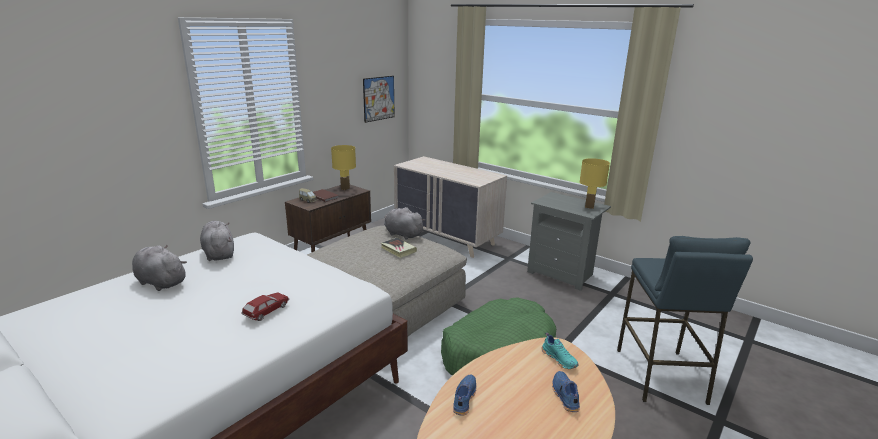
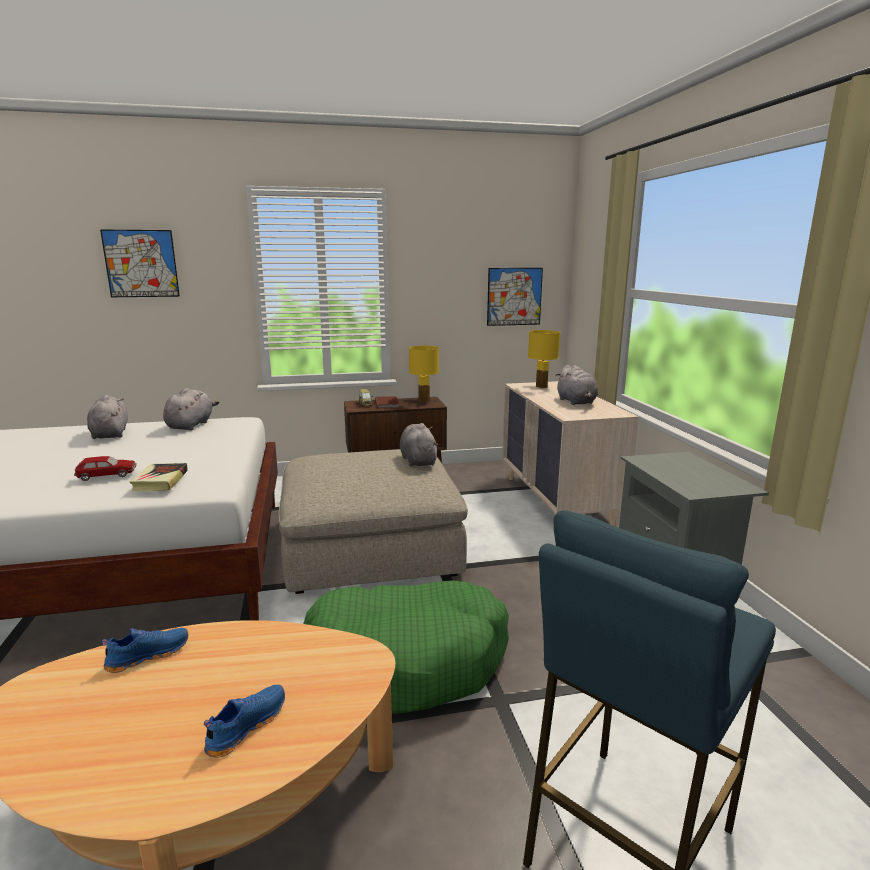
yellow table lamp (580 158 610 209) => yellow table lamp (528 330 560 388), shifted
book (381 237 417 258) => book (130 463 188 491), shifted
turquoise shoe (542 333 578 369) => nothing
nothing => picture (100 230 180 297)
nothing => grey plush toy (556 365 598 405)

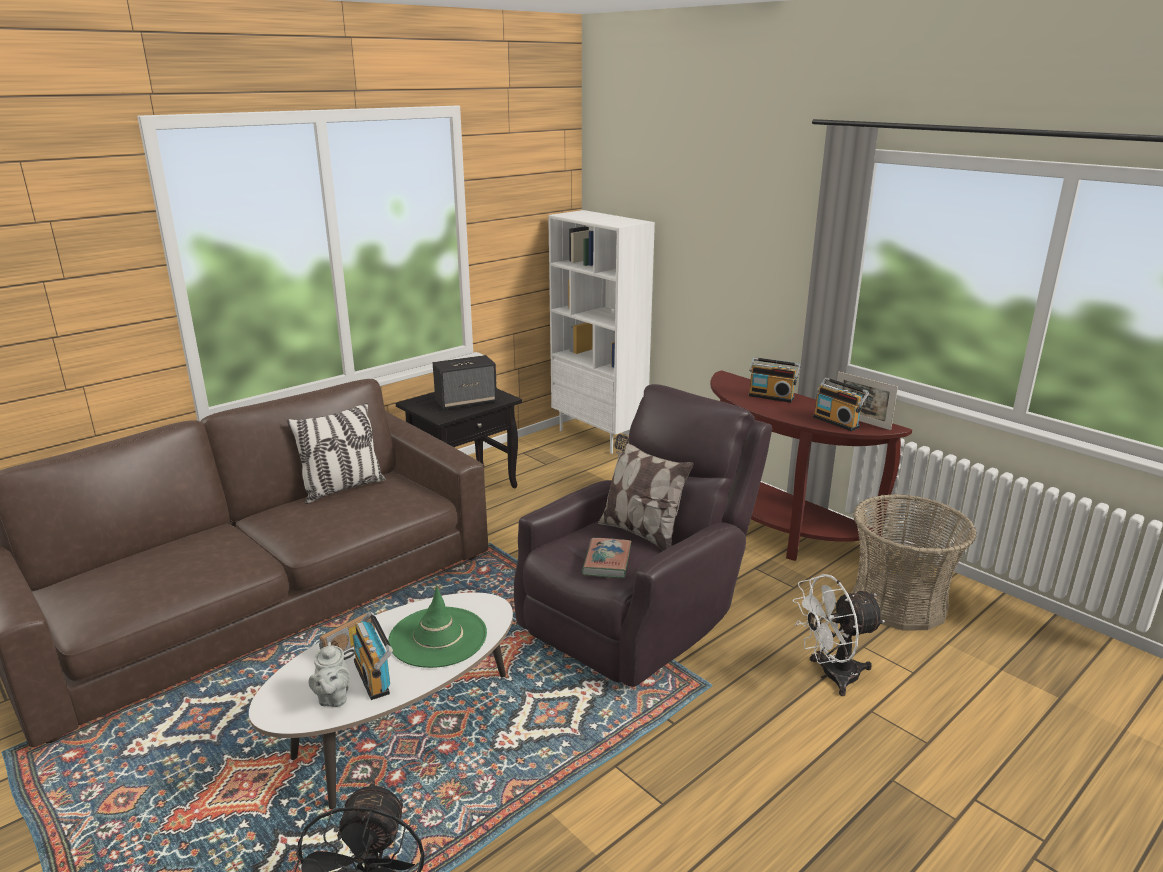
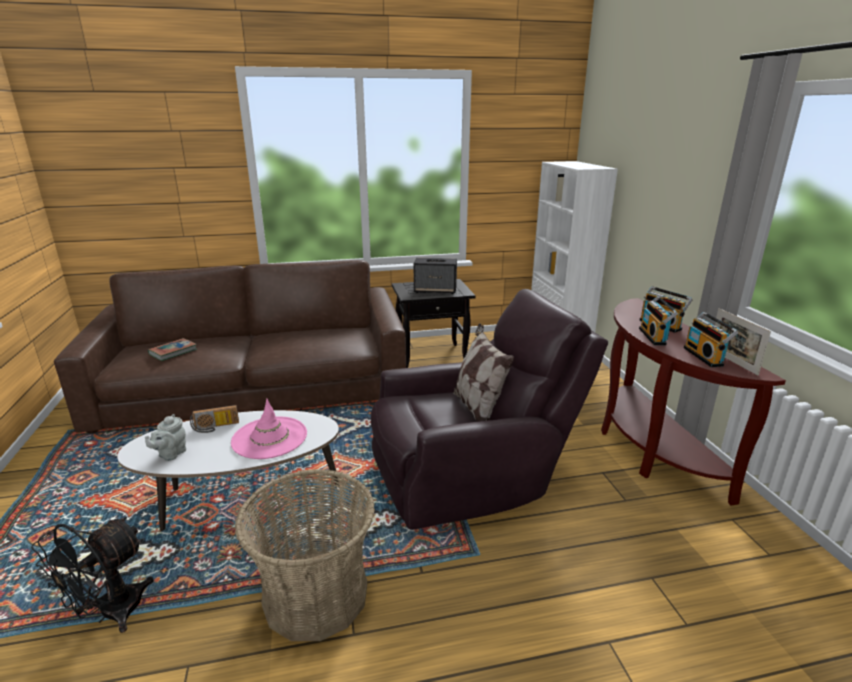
pillow (287 403 386 504) => nothing
basket (852 494 977 630) => basket (235 469 375 641), shifted
book (582 538 631 578) => book (148 338 197 361), shifted
white fan (792 574 885 696) => nothing
green hat (388 586 487 668) => pink hat (231 399 307 459)
radio (353 611 393 700) => radio (639 296 678 345), shifted

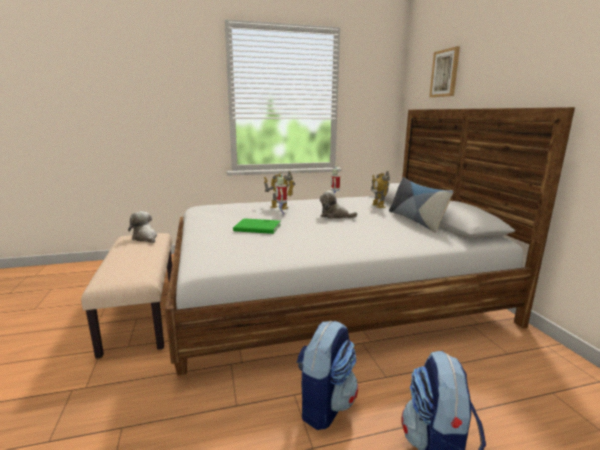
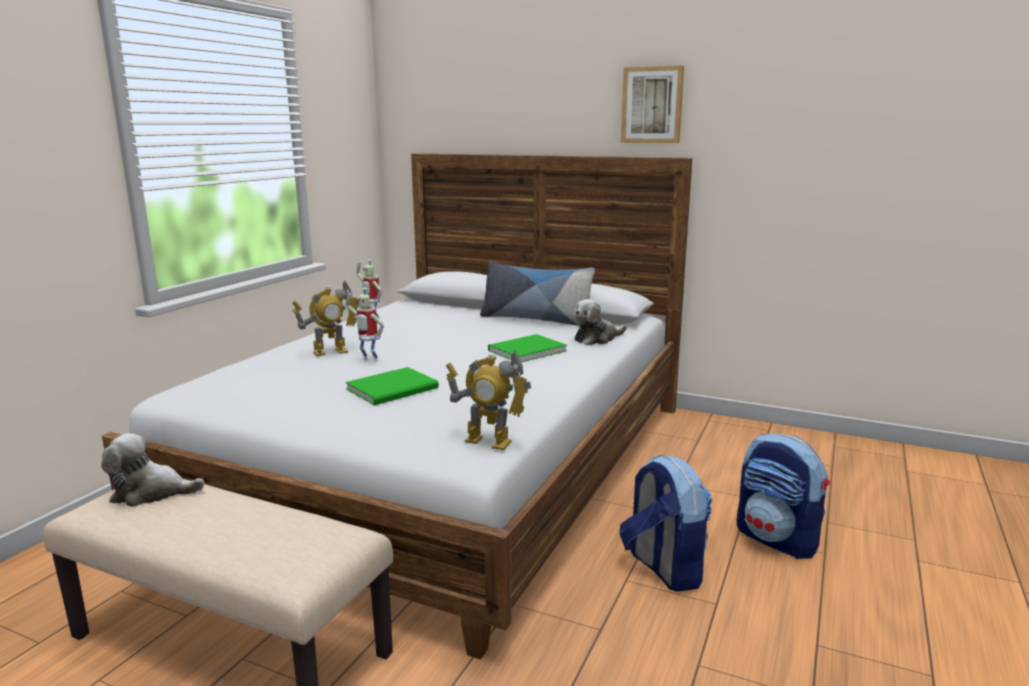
picture (429 46 460 97) => picture (621 66 684 143), shifted
toy robot (371 171 390 208) => toy robot (446 350 531 450), shifted
plush toy (320 190 357 219) => plush toy (574 299 626 345), shifted
nothing => green book (488 334 567 362)

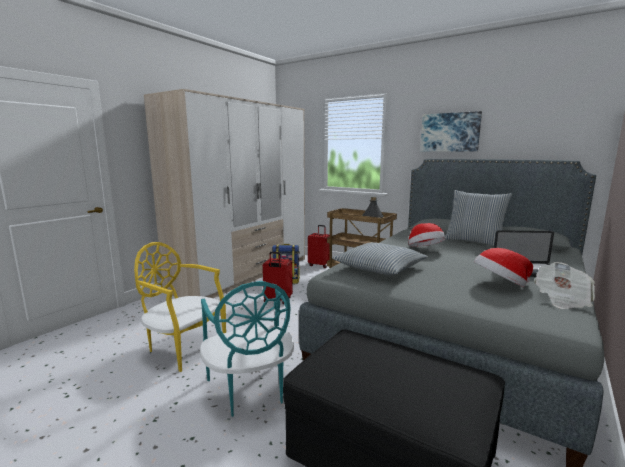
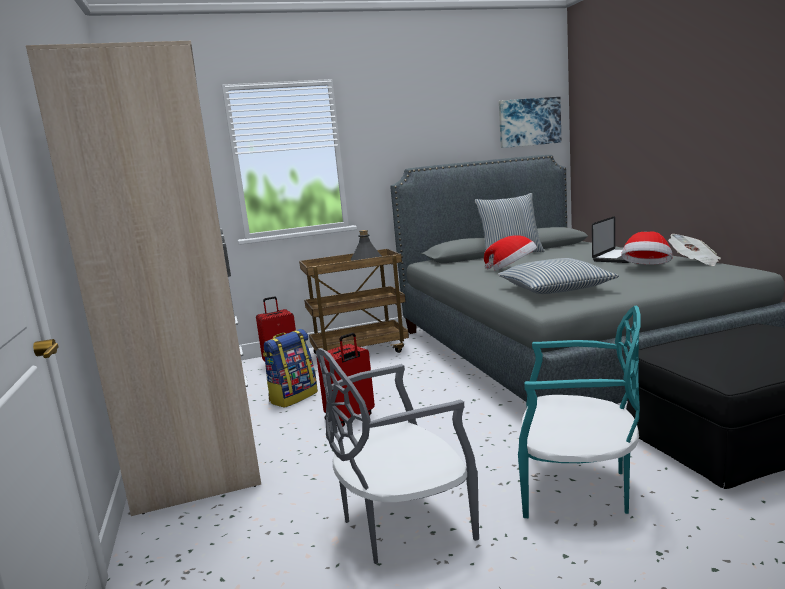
picture (420 111 482 151) => picture (499 97 561 148), shifted
yellow chair (134 242 226 372) => grey chair (316 348 479 564)

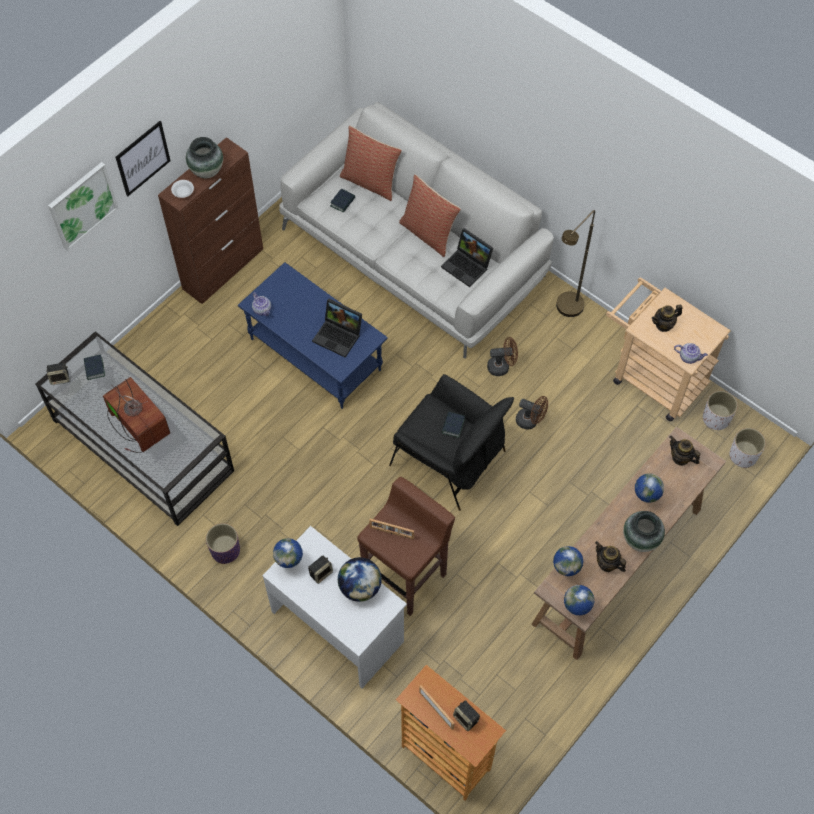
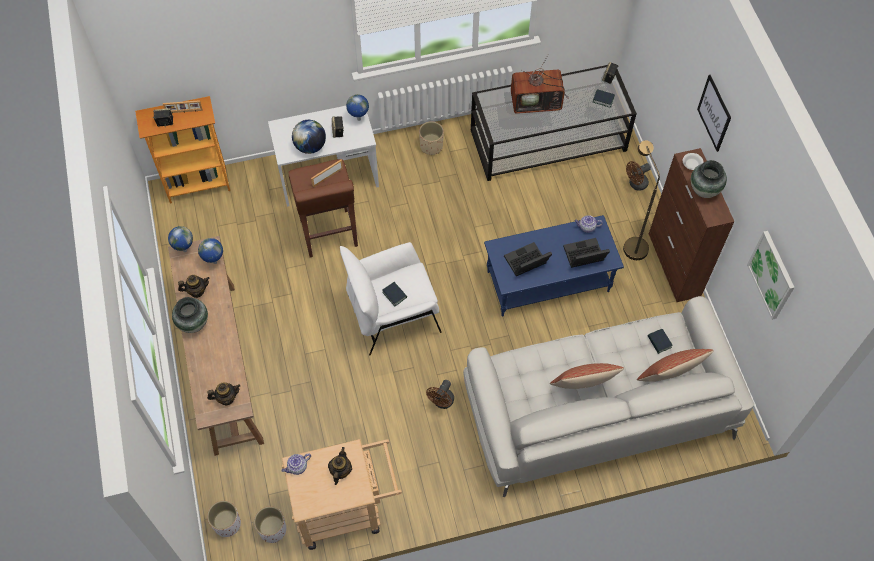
picture (48 162 119 251) => picture (747 231 795 320), shifted
brown floor lamp (556 210 595 317) => brown floor lamp (623 140 660 260), shifted
laptop (441 228 493 287) => laptop (563 238 610 268), shifted
black armchair (389 374 514 511) => white armchair (340 242 442 355)
brown fan (516 396 548 430) => brown fan (626 161 651 191), shifted
globe (635 473 664 503) => nothing
purple planter (206 523 240 564) => beige planter (419 121 444 155)

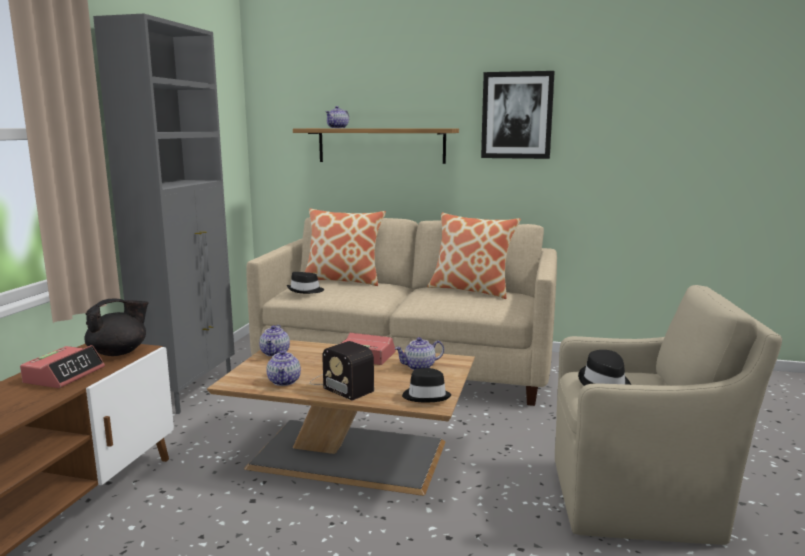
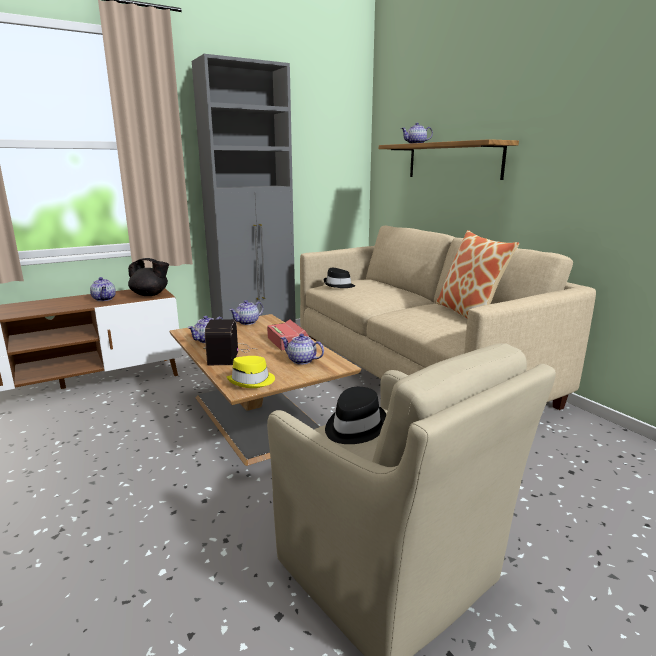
picture (481 71 555 159) => nothing
pillow (305 208 386 286) => nothing
alarm clock (20 345 105 388) => teapot (90 277 116 301)
black hat (402 368 451 402) => yellow hat (227 356 275 388)

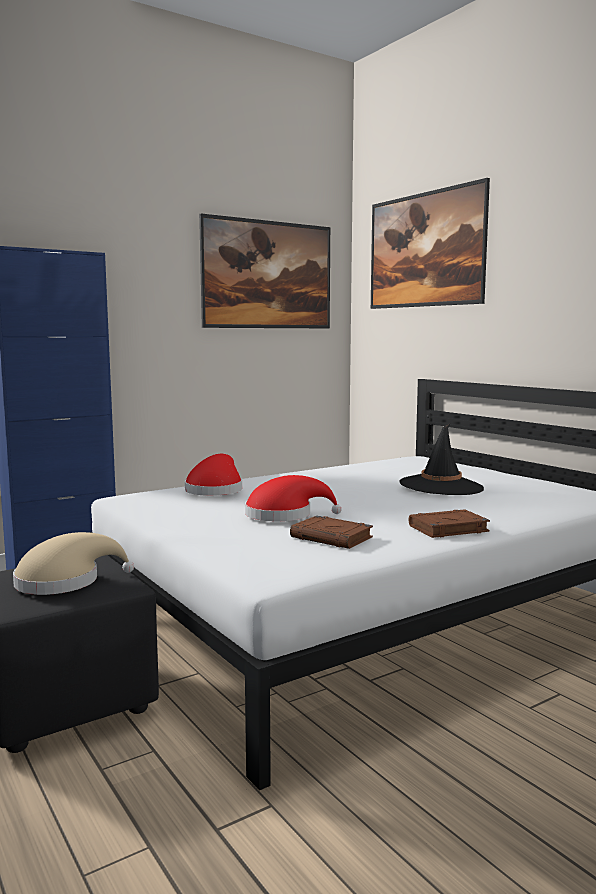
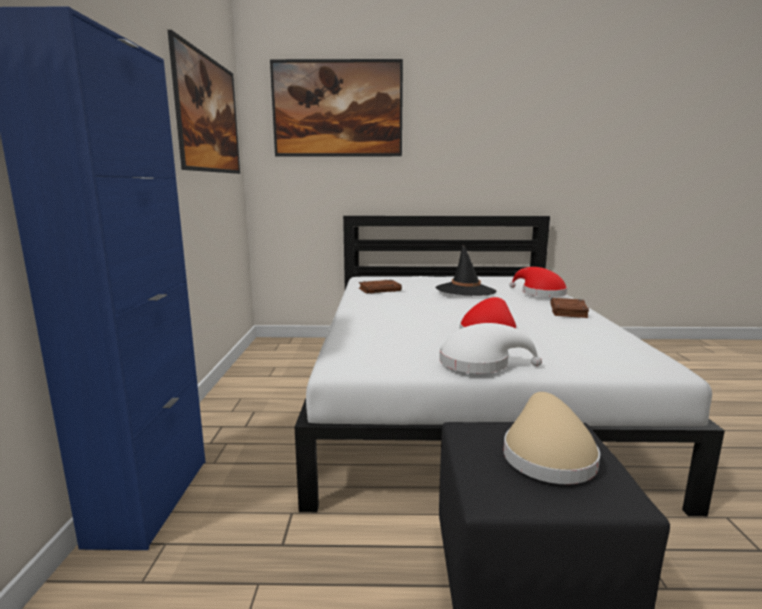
red hat (185 454 242 496) => red hat (509 267 567 297), shifted
brown book (290 516 373 549) => brown book (359 280 402 294), shifted
nothing => white hat (439 323 542 373)

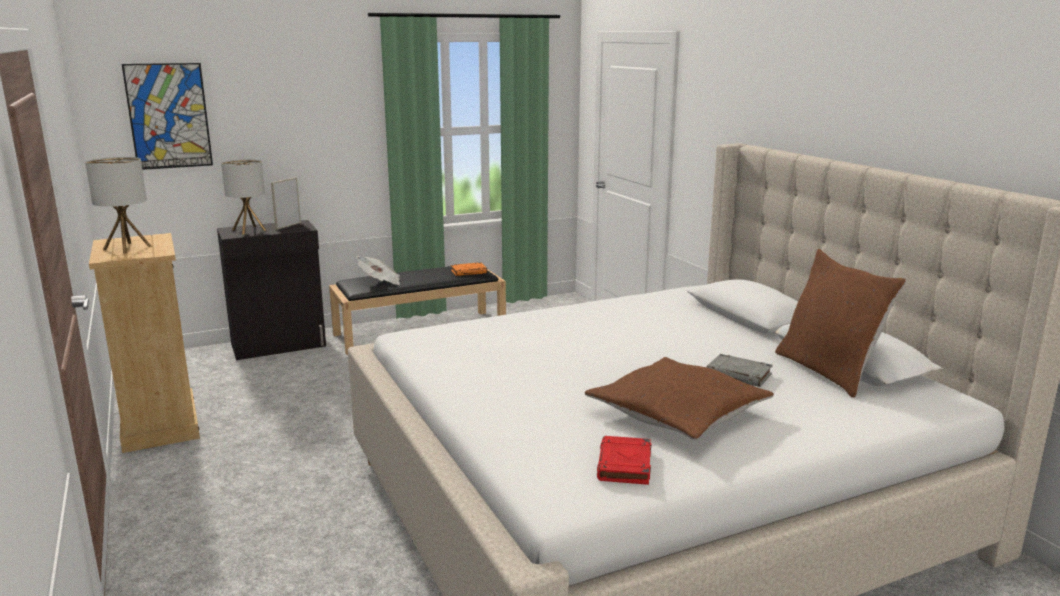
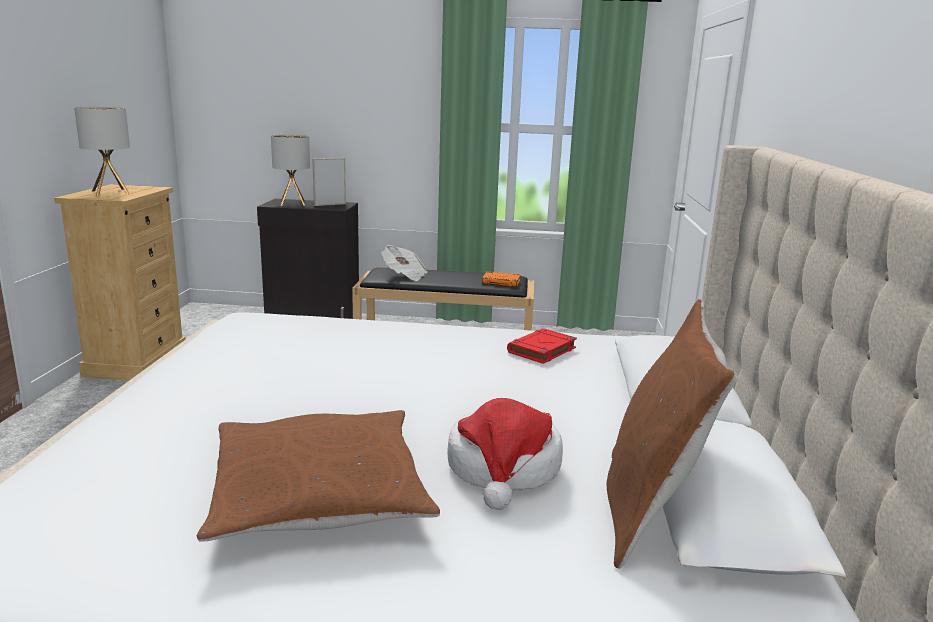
picture (122 63 213 170) => nothing
grey book (707 354 773 387) => hat (447 398 563 510)
red book (597 436 651 485) => red book (507 328 577 364), shifted

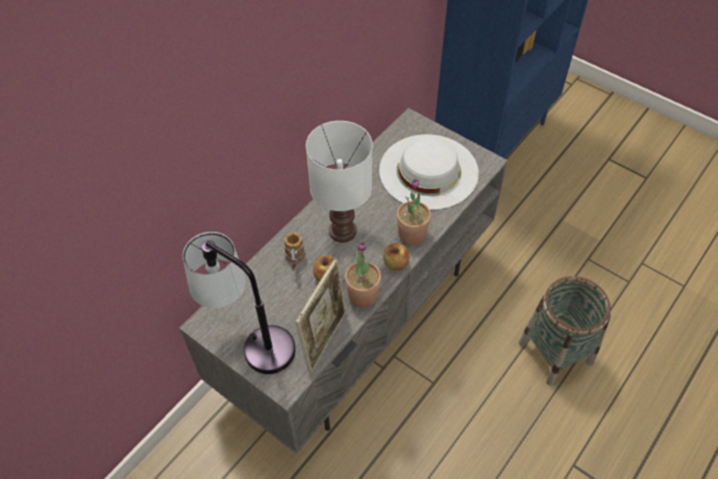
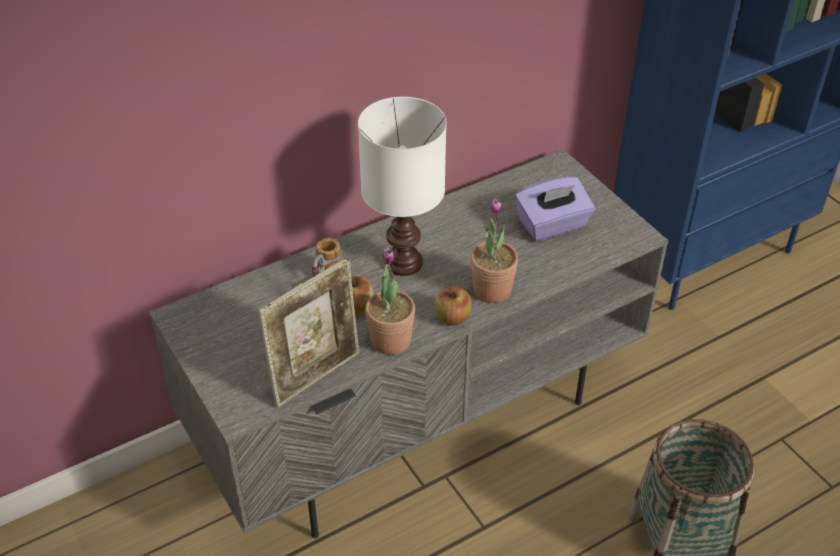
white hat (379 134 479 210) => purple tissue box (515 176 595 241)
table lamp (182 232 296 374) => nothing

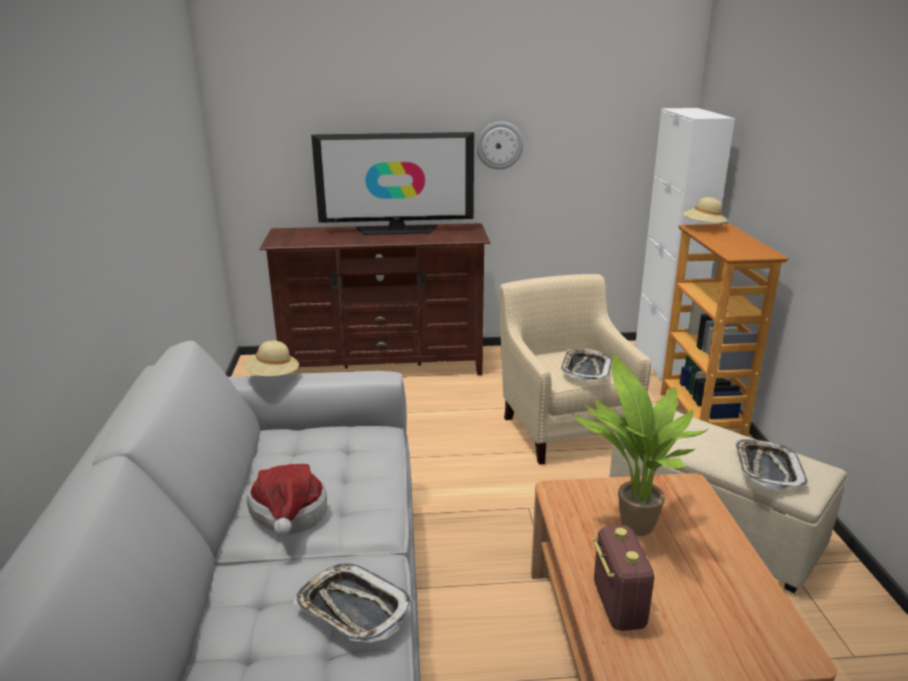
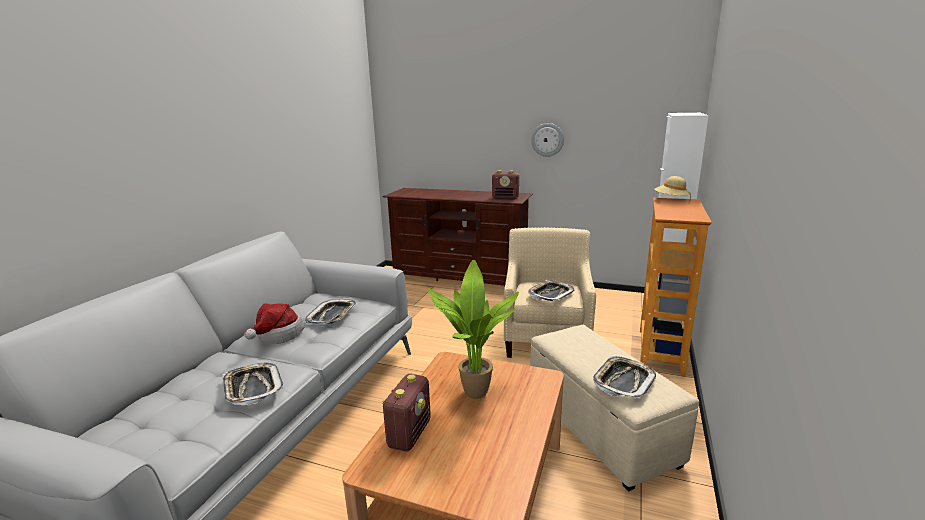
television (311 132 474 235) => nothing
beige hat (244 341 300 376) => nothing
nothing => radio (492 170 519 200)
nothing => tray (305 299 356 324)

